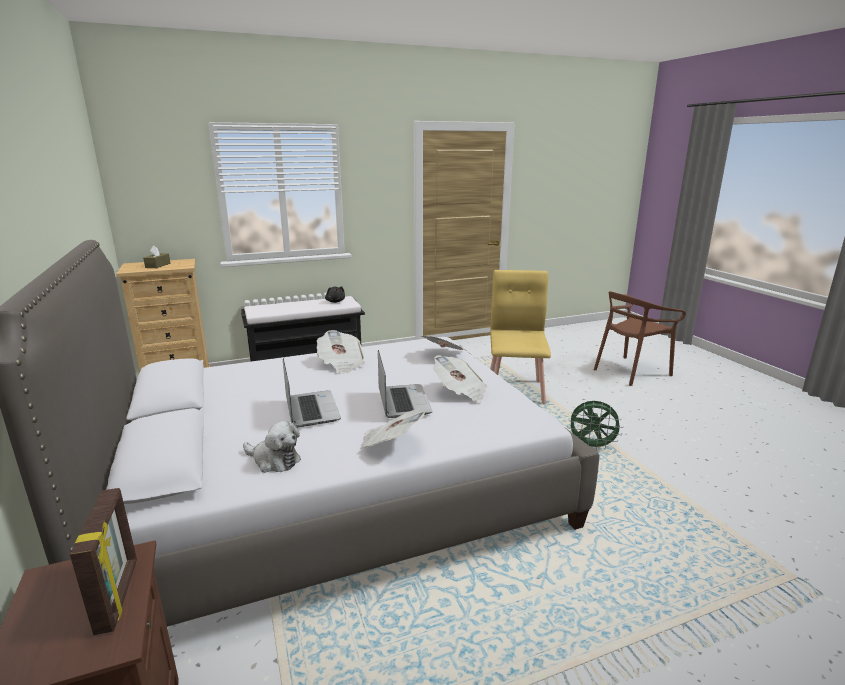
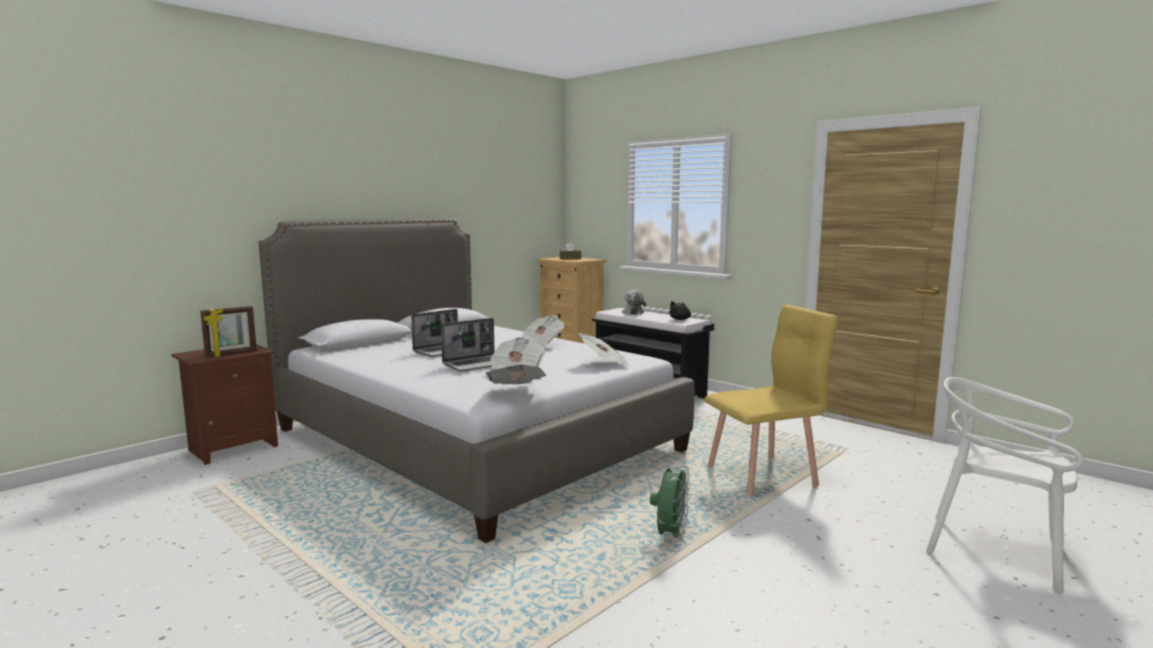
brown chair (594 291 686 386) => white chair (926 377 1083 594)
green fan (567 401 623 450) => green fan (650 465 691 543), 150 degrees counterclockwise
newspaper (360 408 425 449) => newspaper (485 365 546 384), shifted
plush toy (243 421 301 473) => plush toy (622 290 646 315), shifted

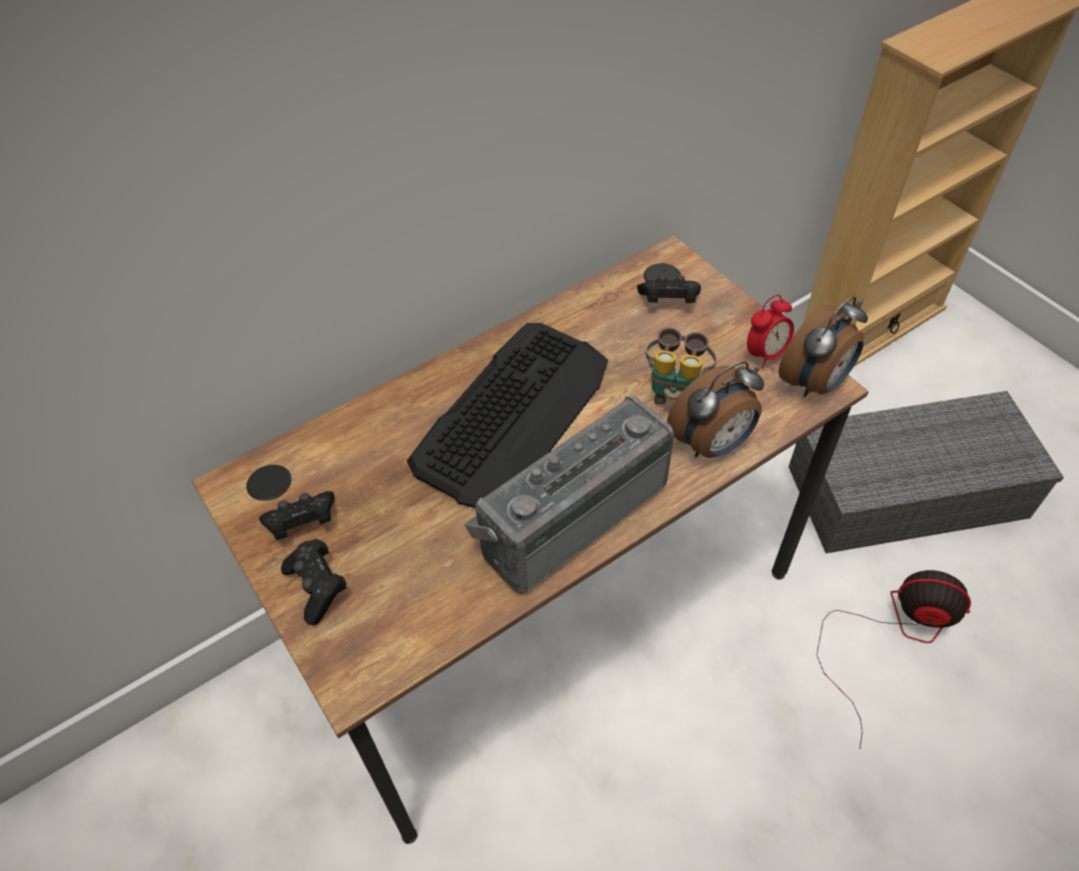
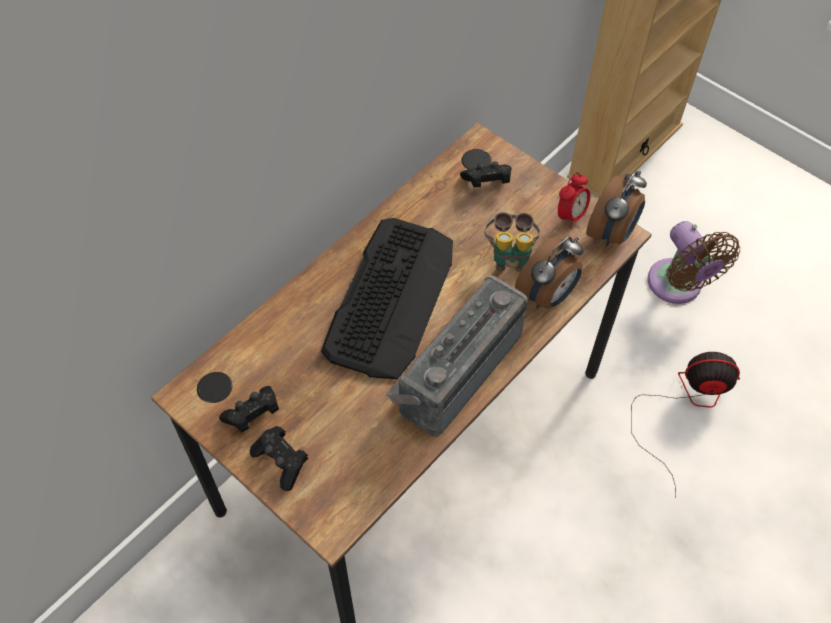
grey storage box (789 391 1064 553) => brown fan (647 221 740 304)

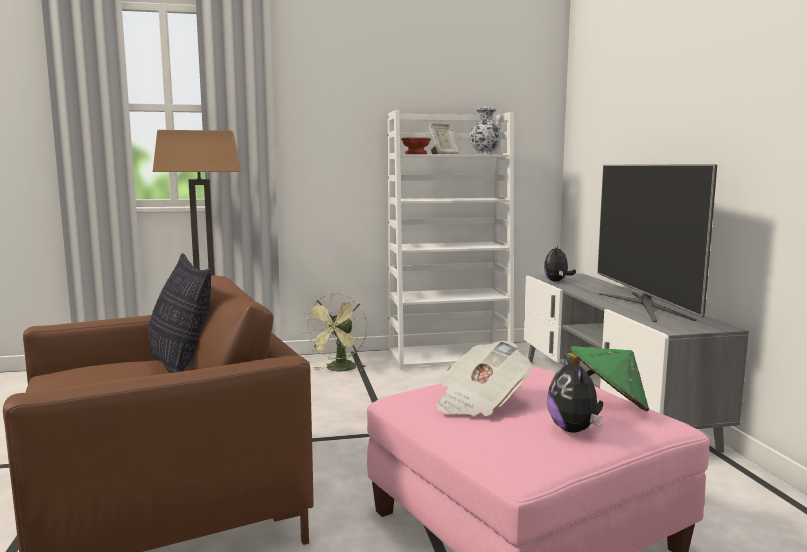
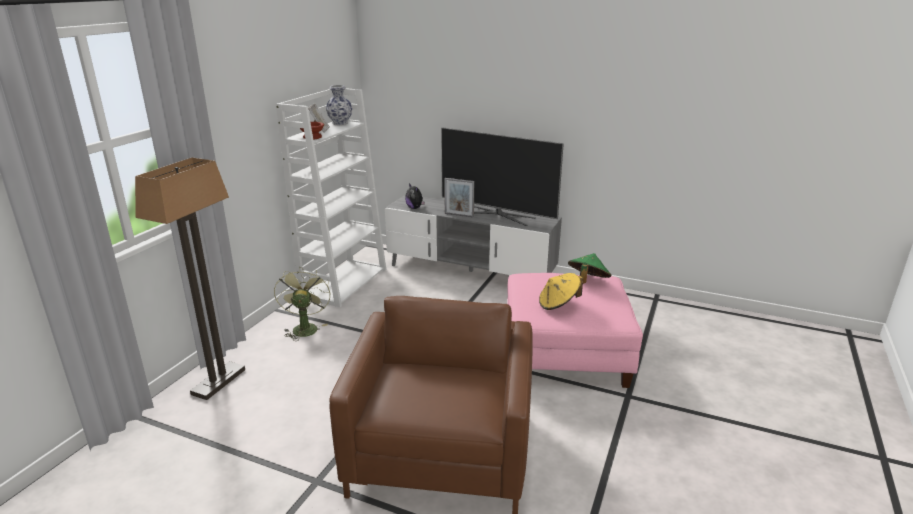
pillow (148 253 212 373) => nothing
green fan (303 293 367 372) => green fan (274 266 330 341), 150 degrees counterclockwise
newspaper (436 341 531 416) => yellow hat (539 273 583 310)
plush toy (547 354 603 433) => nothing
nothing => picture frame (444 178 474 218)

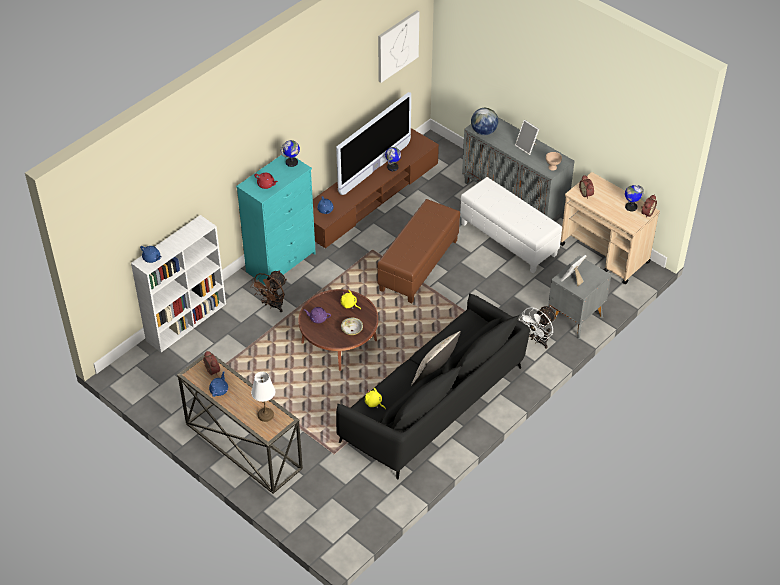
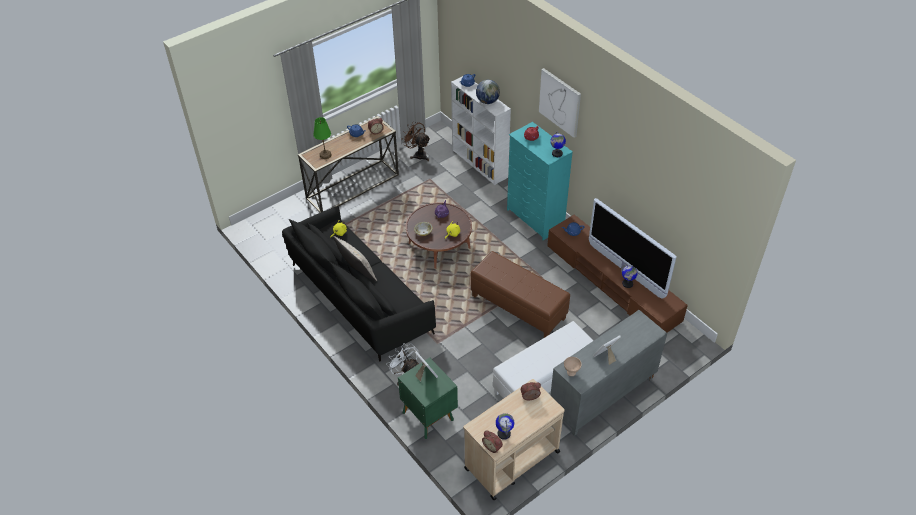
picture (378 10 419 83) => picture (539 68 581 138), shifted
globe (471 108 498 135) => globe (476 80 500 104), shifted
grey nightstand (548 255 611 339) => green nightstand (398 357 458 439)
brown fan (250 270 287 312) => brown fan (403 121 430 161), shifted
white table lamp (251 372 275 422) => green table lamp (313 117 331 159)

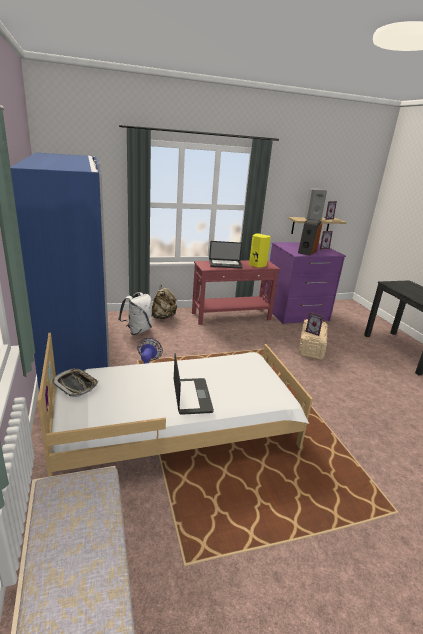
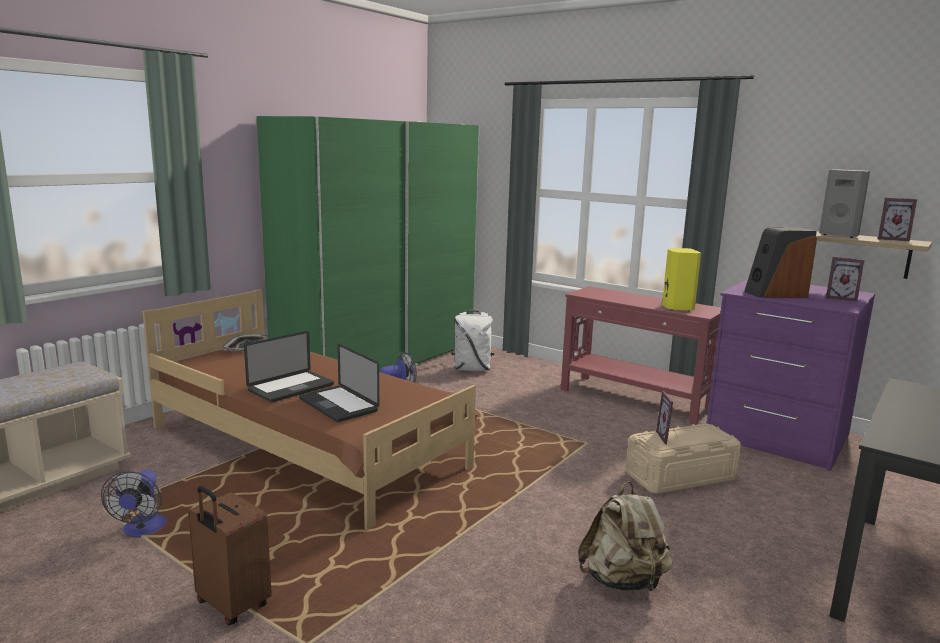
blue wardrobe (10 152 110 393) => green wardrobe (257 116 479 371)
laptop (209 241 243 269) => laptop (299 344 379 422), shifted
beige backpack (152 285 177 319) => beige backpack (578 481 673 592), shifted
white bed (37 333 313 477) => brown bed (143 289 478 530)
nothing => fan (101 470 167 538)
nothing => brown suitcase (188 486 272 625)

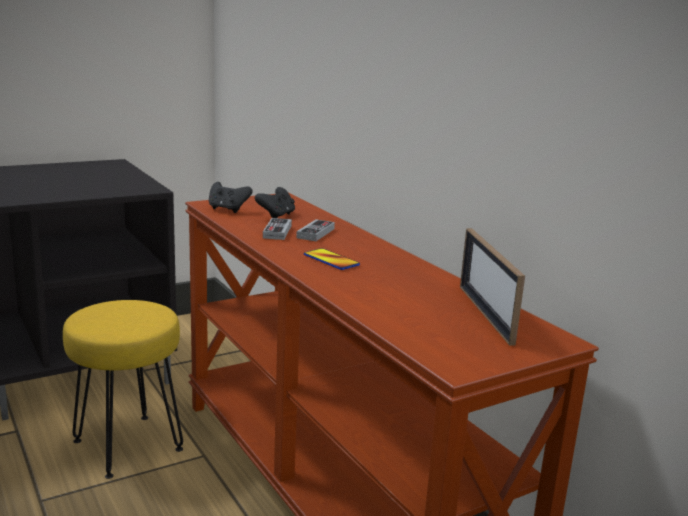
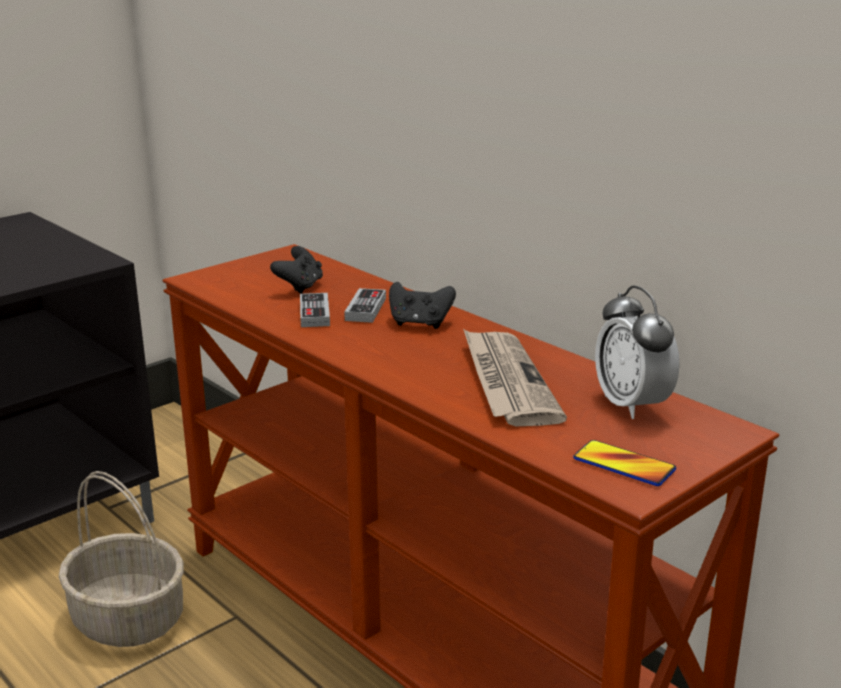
black game controller (209 182 252 213) => black game controller (389 282 456 329), shifted
picture frame (460 228 525 346) => alarm clock (595 286 680 419)
phone (304 248 360 270) => phone (573 440 676 486), shifted
yellow stool (63 300 183 479) => basket (59 471 183 647)
nothing => newspaper (463 329 567 426)

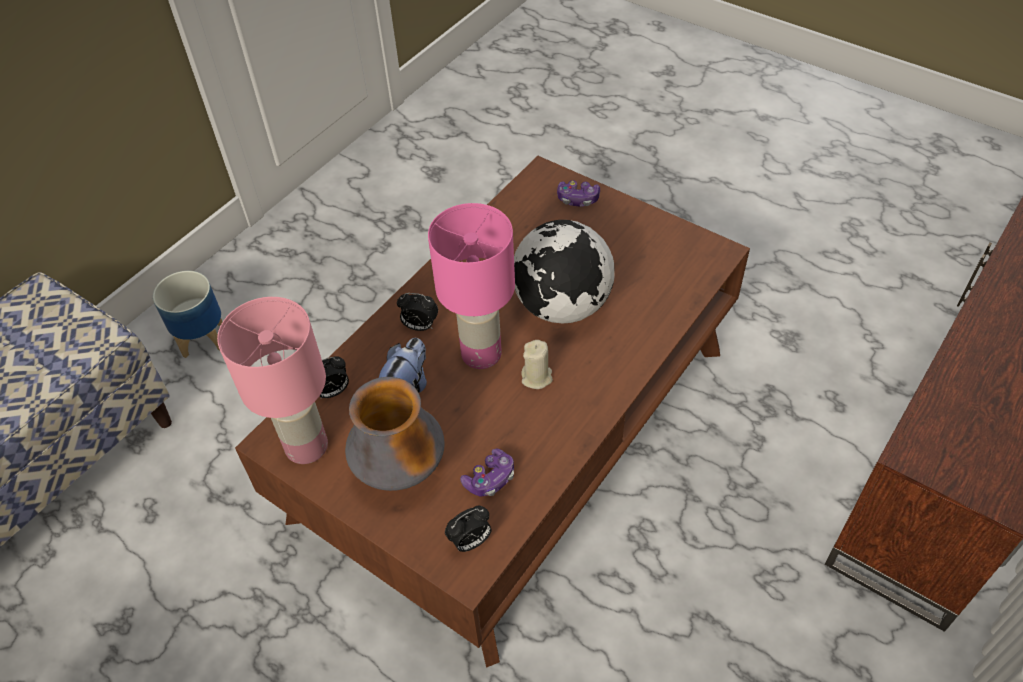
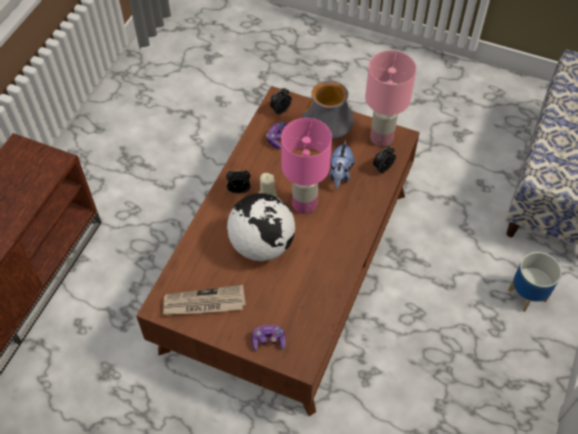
alarm clock (397 293 438 331) => alarm clock (226 170 250 193), shifted
nothing => newspaper (163 285 246 315)

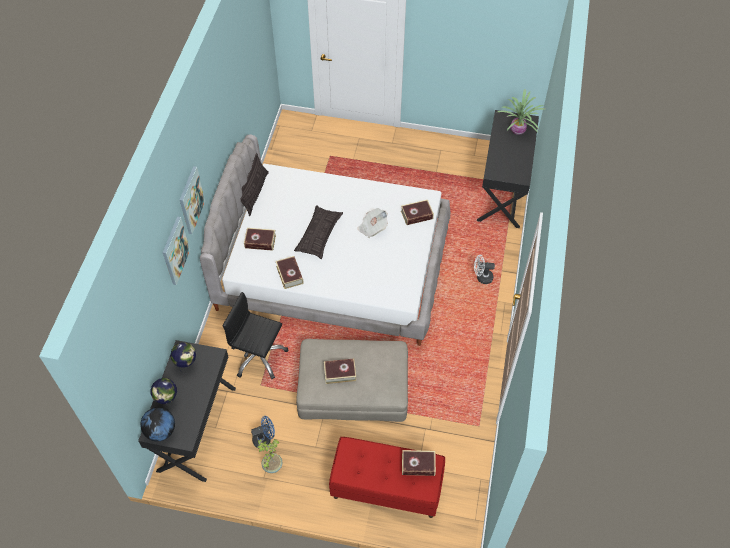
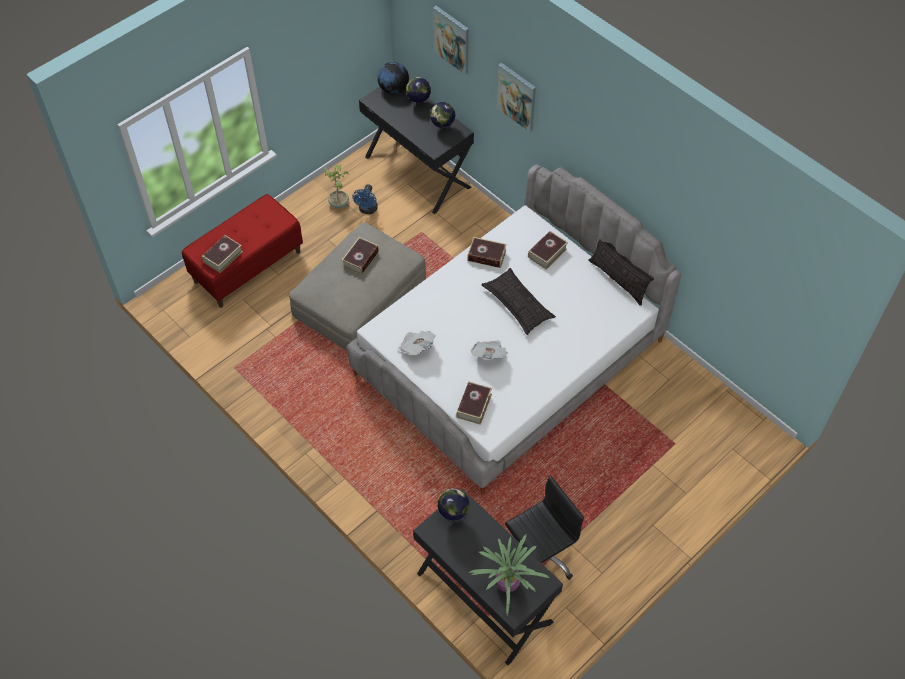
picture (180 166 205 234) => picture (433 6 469 75), shifted
white fan (474 255 495 284) => nothing
black office chair (222 292 289 379) => black office chair (505 476 584 580), shifted
nothing => newspaper (398 331 436 355)
nothing => globe (438 488 469 523)

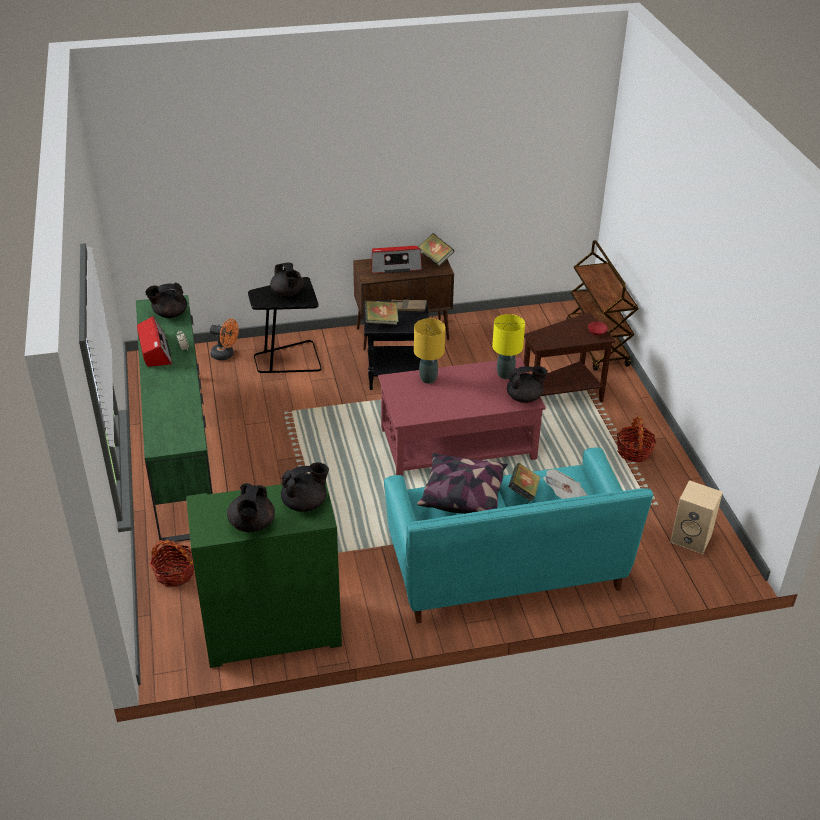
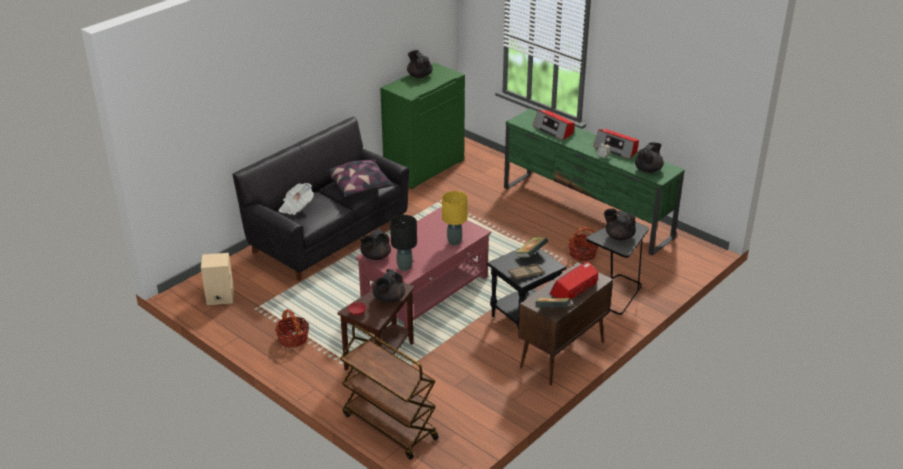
yellow table lamp (492 314 525 379) => black table lamp (390 215 417 271)
orange fan (210 319 239 360) => nothing
turquoise sofa (384 447 653 623) => black sofa (232 117 409 281)
black teapot (281 462 329 512) => black teapot (372 269 405 303), shifted
book (508 463 540 502) => nothing
basket (150 539 194 587) => basket (569 227 598 261), shifted
nothing => radio (533 110 575 140)

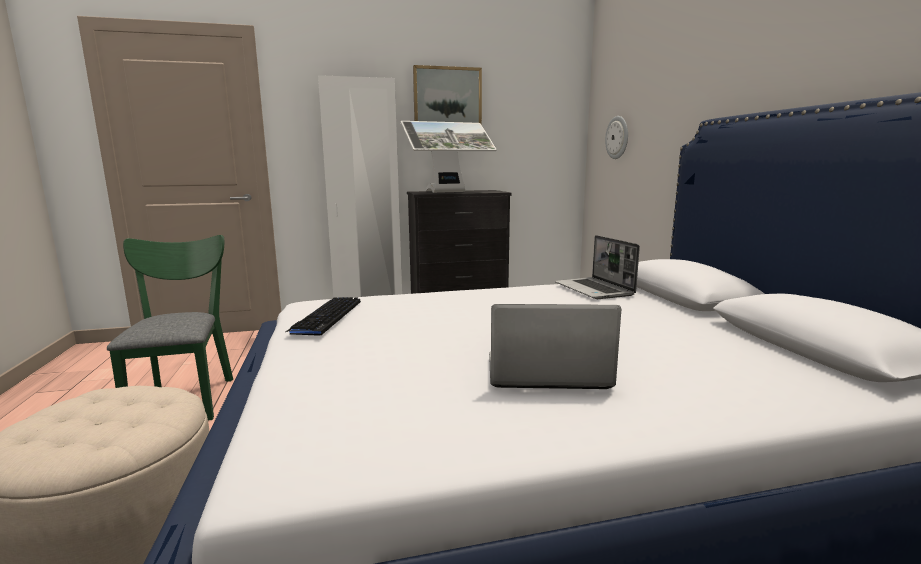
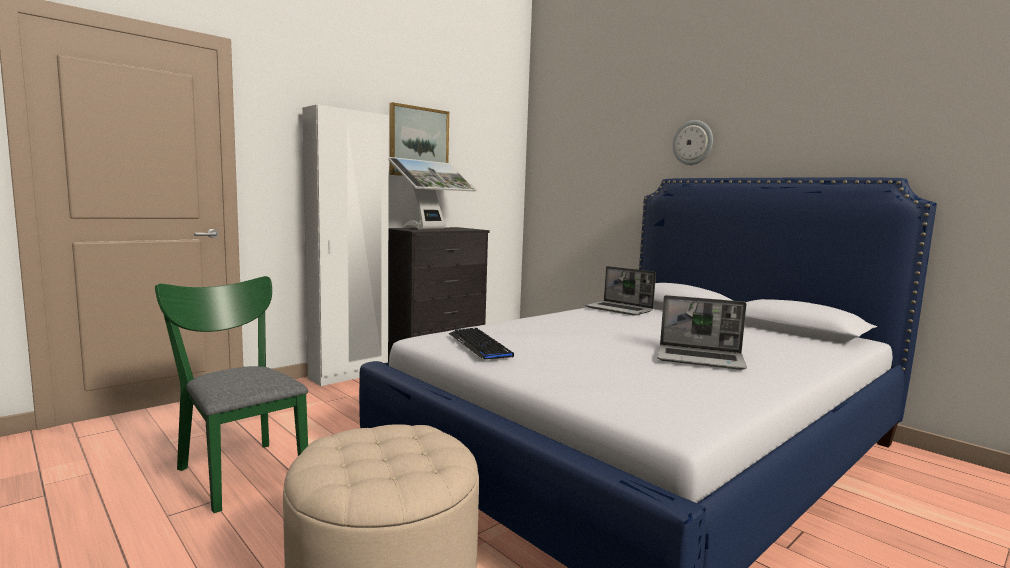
wall clock (605 116 628 159) => wall clock (672 120 713 165), shifted
laptop (489 304 621 389) => laptop (657 295 747 370), 135 degrees counterclockwise

